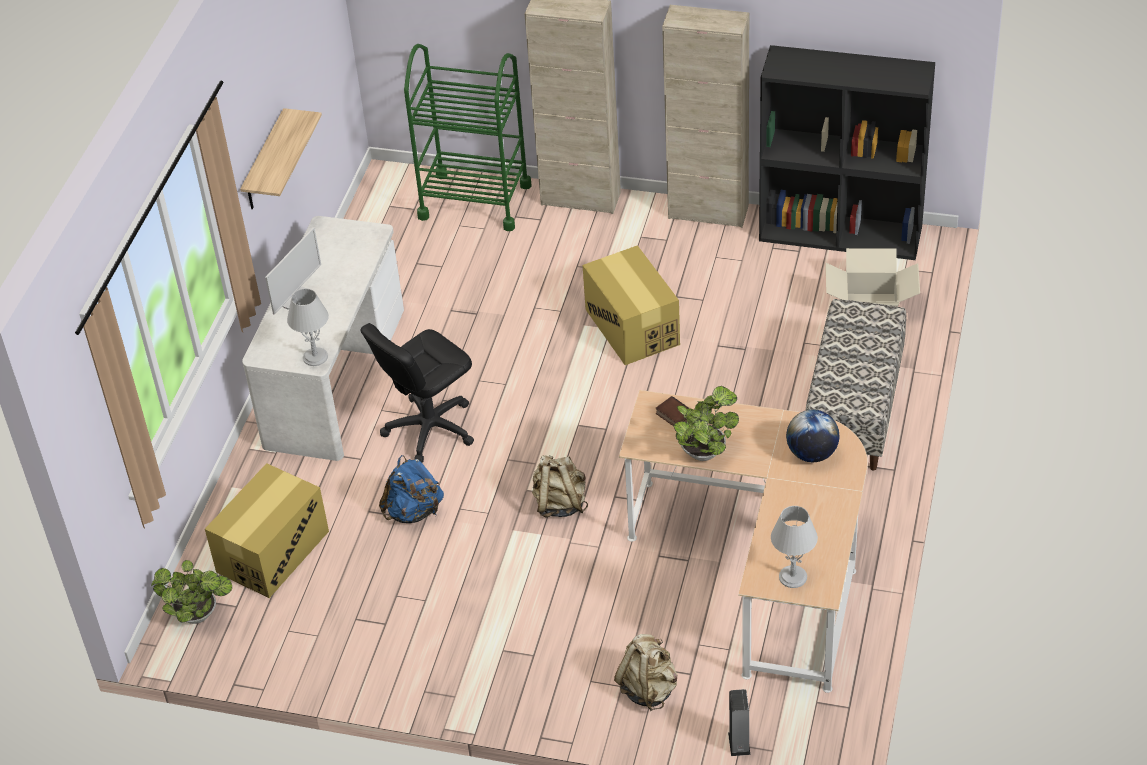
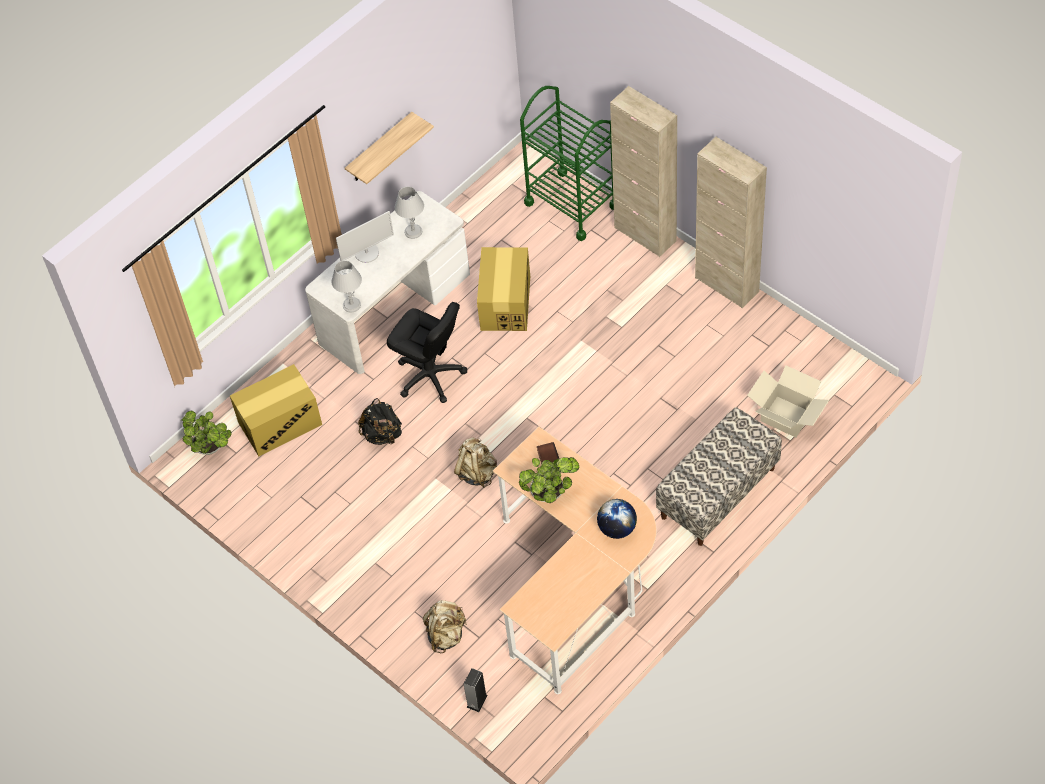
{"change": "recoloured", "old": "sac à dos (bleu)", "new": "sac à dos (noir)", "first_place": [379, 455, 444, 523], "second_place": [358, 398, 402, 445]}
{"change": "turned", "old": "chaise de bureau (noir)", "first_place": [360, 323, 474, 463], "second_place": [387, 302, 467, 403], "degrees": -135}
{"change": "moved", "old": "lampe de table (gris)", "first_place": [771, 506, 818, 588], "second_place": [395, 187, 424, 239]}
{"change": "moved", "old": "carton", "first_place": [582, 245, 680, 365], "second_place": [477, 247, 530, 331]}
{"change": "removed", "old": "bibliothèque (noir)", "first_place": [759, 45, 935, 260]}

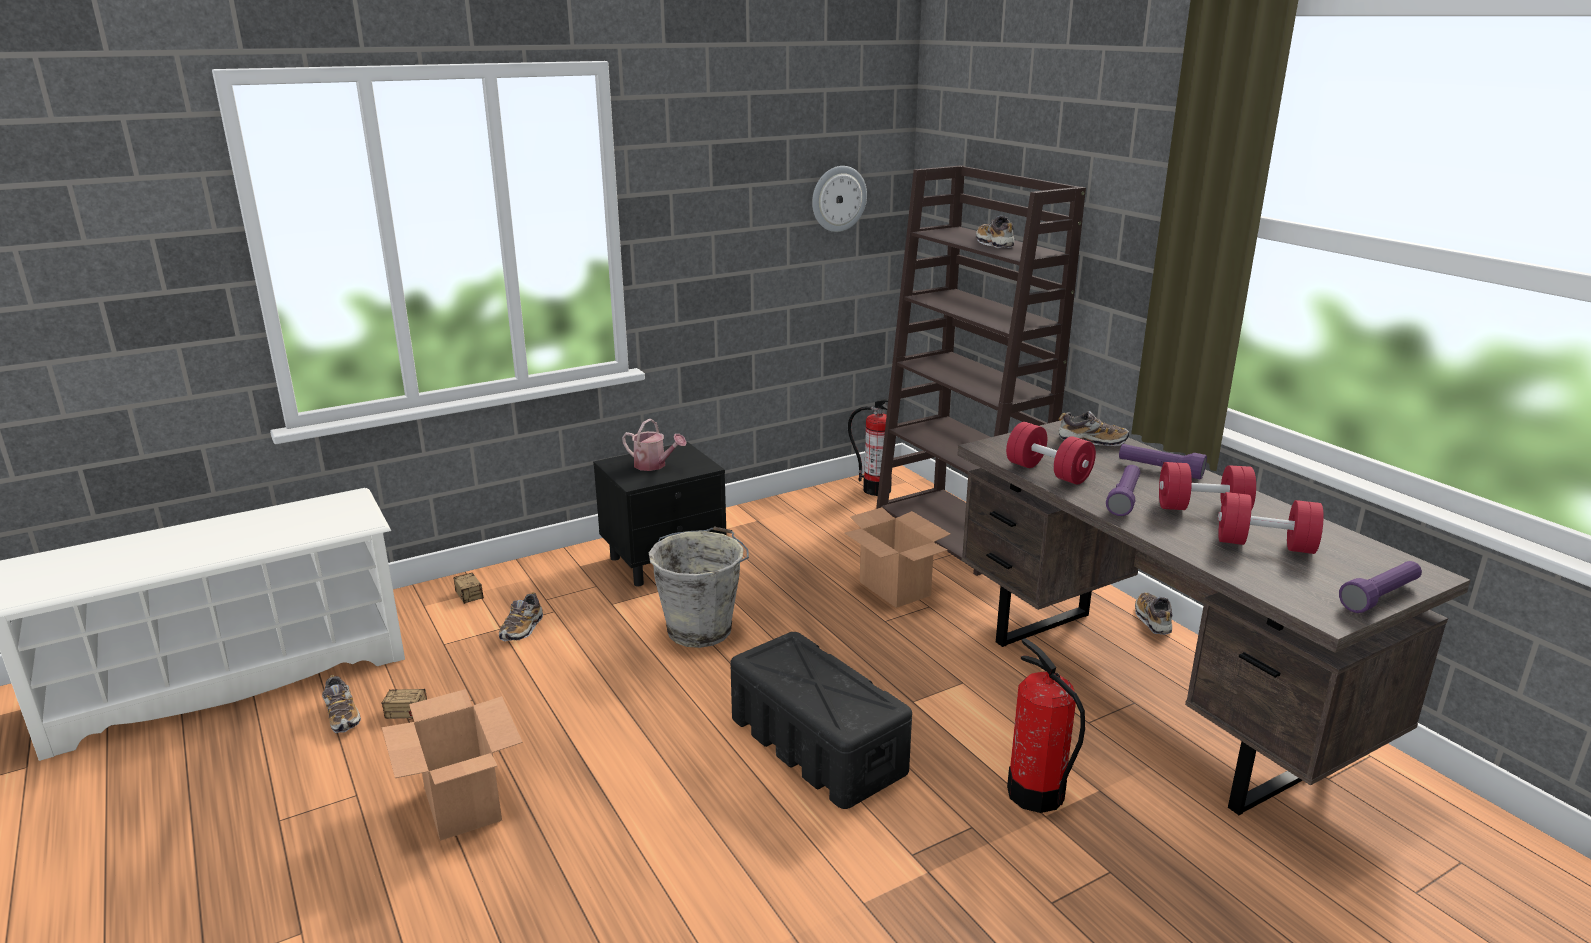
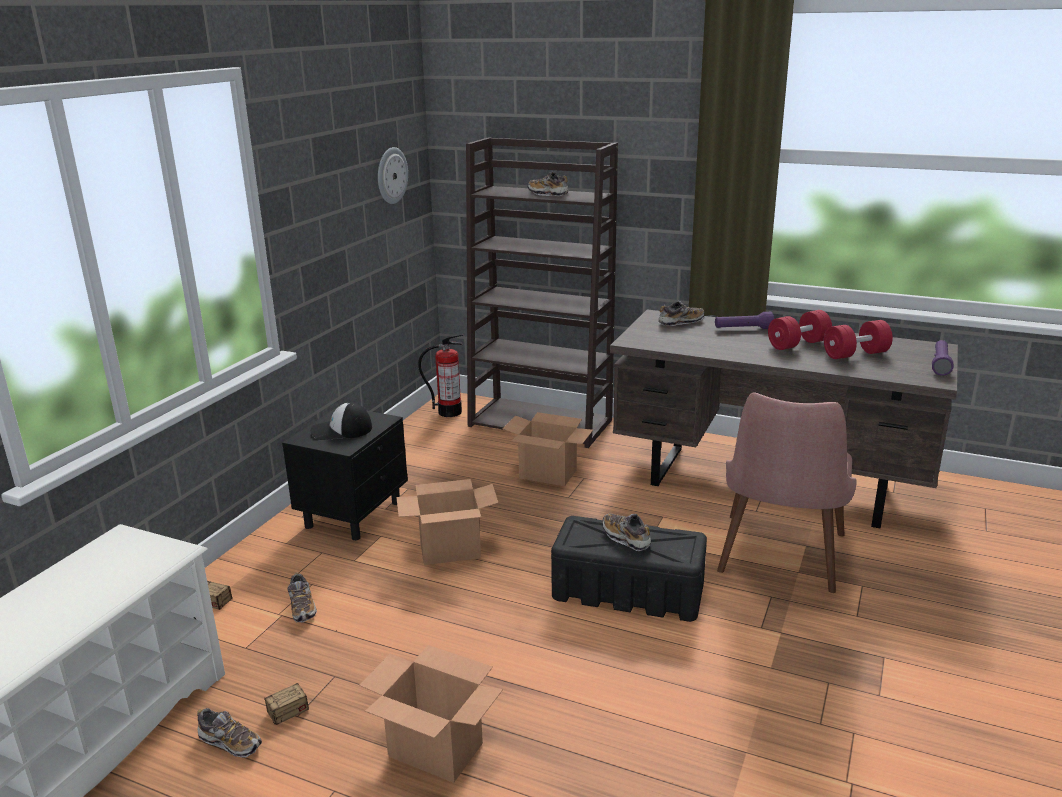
{"change": "replaced", "old": "arrosoir", "new": "casquette", "first_place": [622, 419, 687, 471], "second_place": [311, 402, 372, 440]}
{"change": "replaced", "old": "seau (gris)", "new": "carton", "first_place": [649, 526, 749, 648], "second_place": [396, 479, 498, 565]}
{"change": "moved", "old": "chaussure", "first_place": [1135, 592, 1172, 635], "second_place": [602, 513, 651, 551]}
{"change": "replaced", "old": "extincteur", "new": "chaise (rose)", "first_place": [1007, 638, 1085, 813], "second_place": [717, 393, 857, 593]}
{"change": "removed", "old": "haltère (rouge)", "first_place": [1006, 422, 1096, 484]}
{"change": "removed", "old": "lampe de poche (violet)", "first_place": [1106, 465, 1140, 516]}

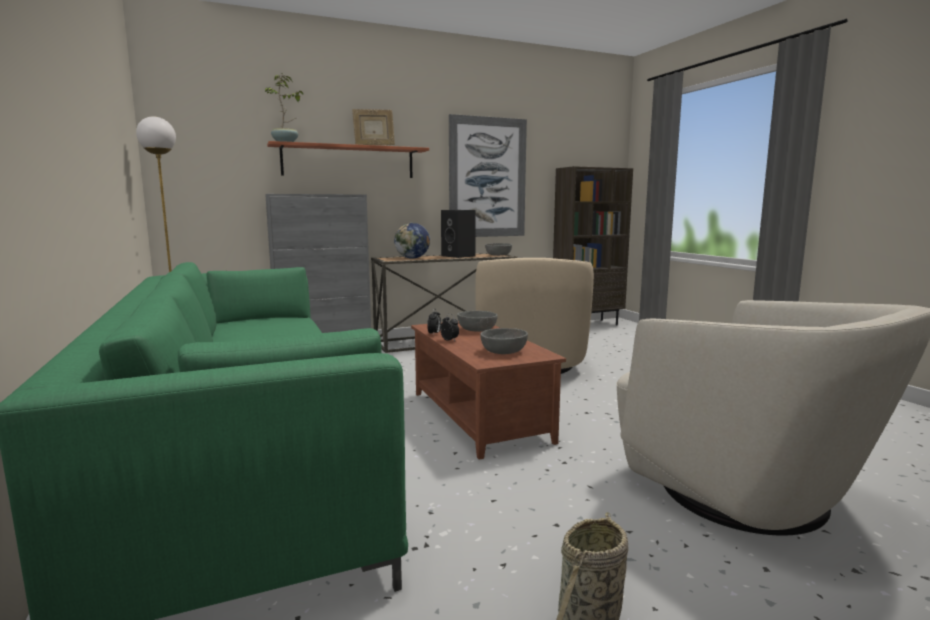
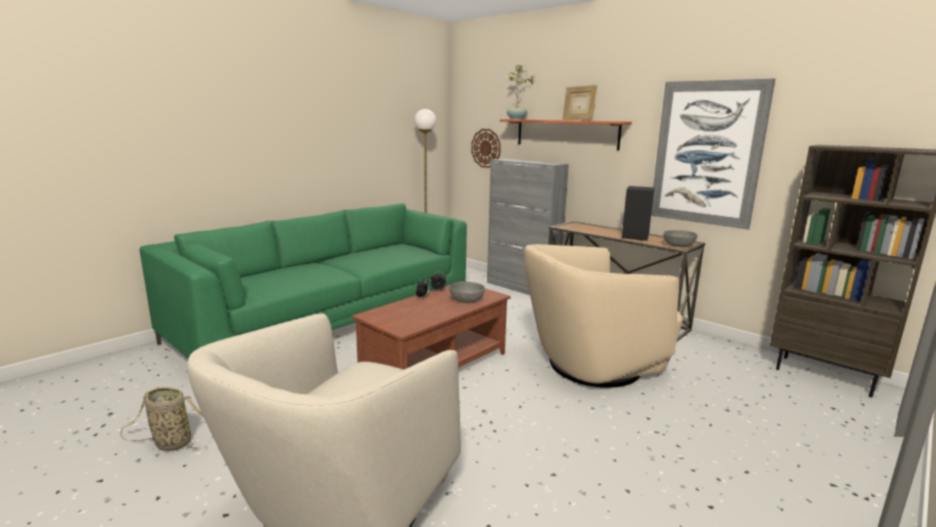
{"change": "added", "new": "horloge murale", "second_place": [471, 129, 501, 168]}
{"change": "removed", "old": "globe", "first_place": [394, 223, 430, 259]}
{"change": "removed", "old": "bol (gris)", "first_place": [480, 328, 528, 354]}

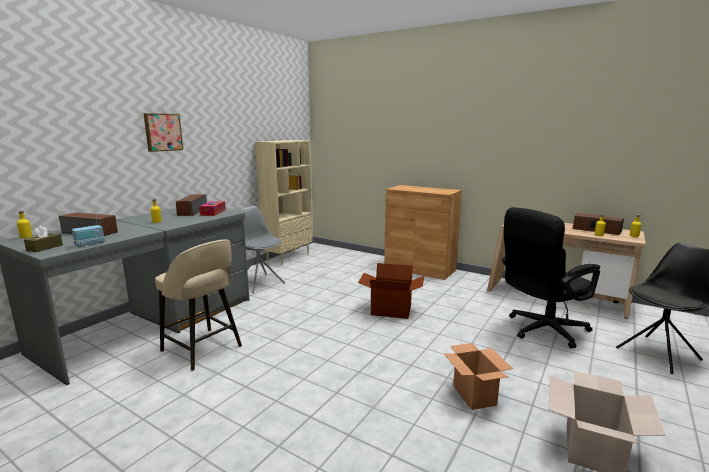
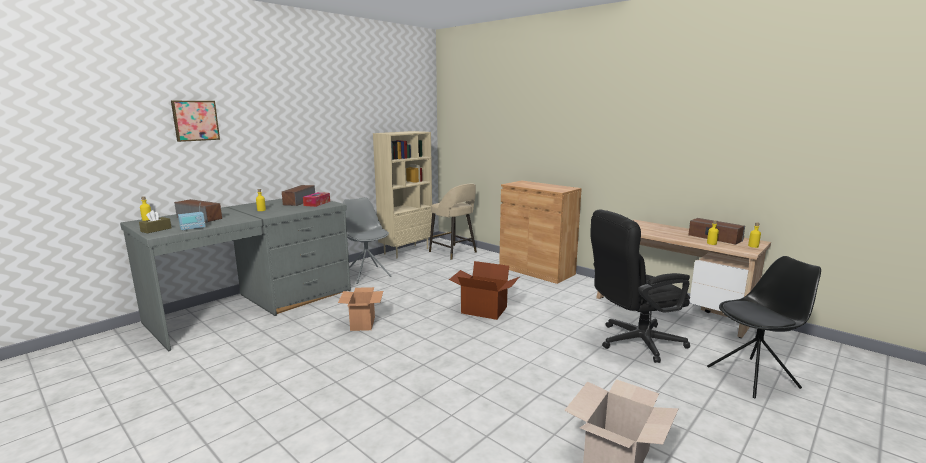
{"change": "moved", "old": "tableau", "first_place": [143, 113, 183, 152], "second_place": [171, 101, 220, 142]}
{"change": "moved", "old": "carton", "first_place": [444, 343, 513, 410], "second_place": [338, 287, 383, 331]}
{"change": "moved", "old": "tabouret (beige)", "first_place": [155, 240, 242, 371], "second_place": [429, 184, 477, 260]}

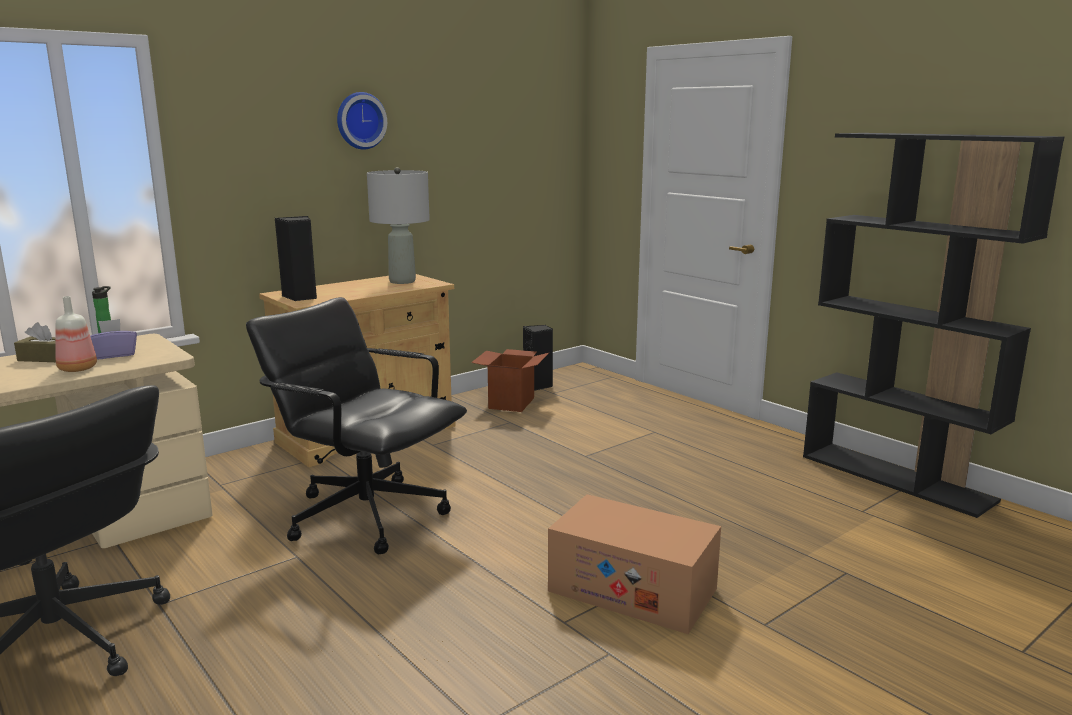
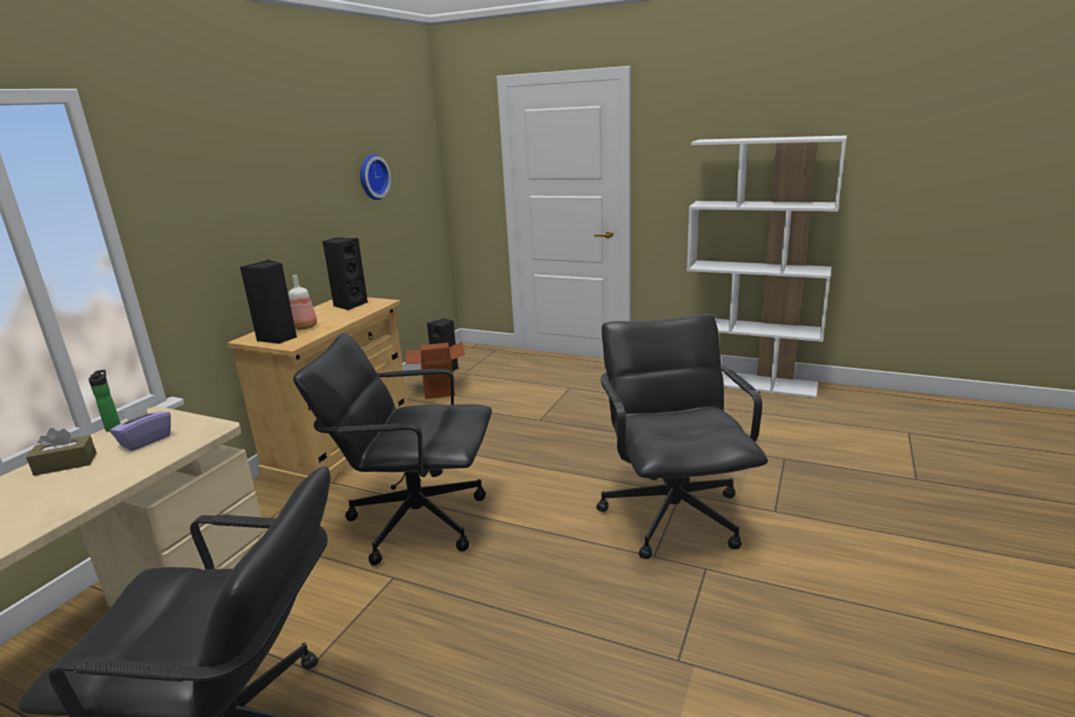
{"change": "moved", "old": "bouteille", "first_place": [55, 296, 97, 372], "second_place": [288, 275, 317, 330]}
{"change": "replaced", "old": "lampe de table (gris)", "new": "enceinte (noir)", "first_place": [367, 167, 430, 284], "second_place": [322, 238, 368, 310]}
{"change": "moved", "old": "horloge murale", "first_place": [337, 92, 387, 150], "second_place": [360, 154, 391, 200]}
{"change": "replaced", "old": "carton", "new": "chaise de bureau (noir)", "first_place": [548, 494, 721, 634], "second_place": [596, 314, 768, 559]}
{"change": "recoloured", "old": "bibliothèque (noir)", "new": "bibliothèque (blanc)", "first_place": [803, 133, 1064, 518], "second_place": [687, 135, 847, 398]}

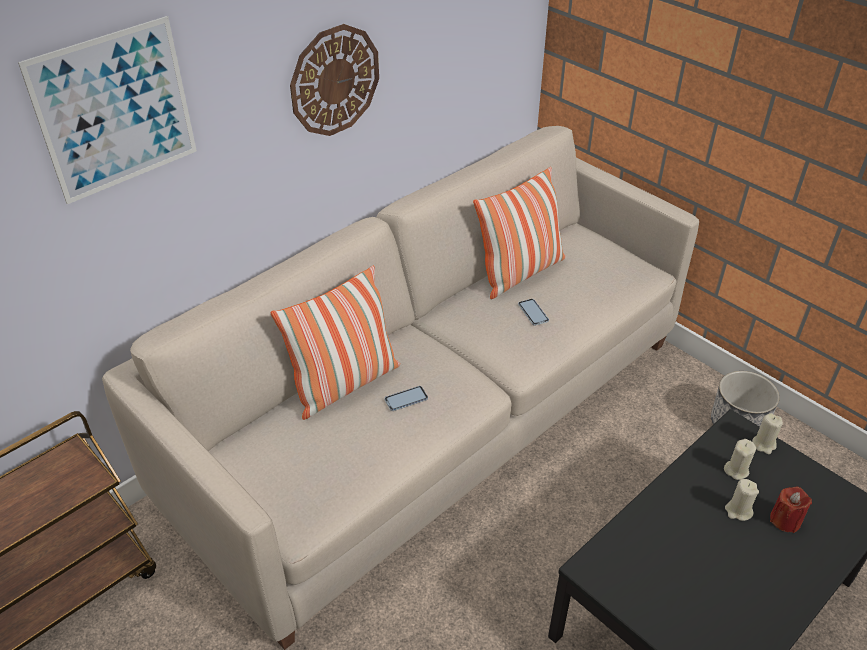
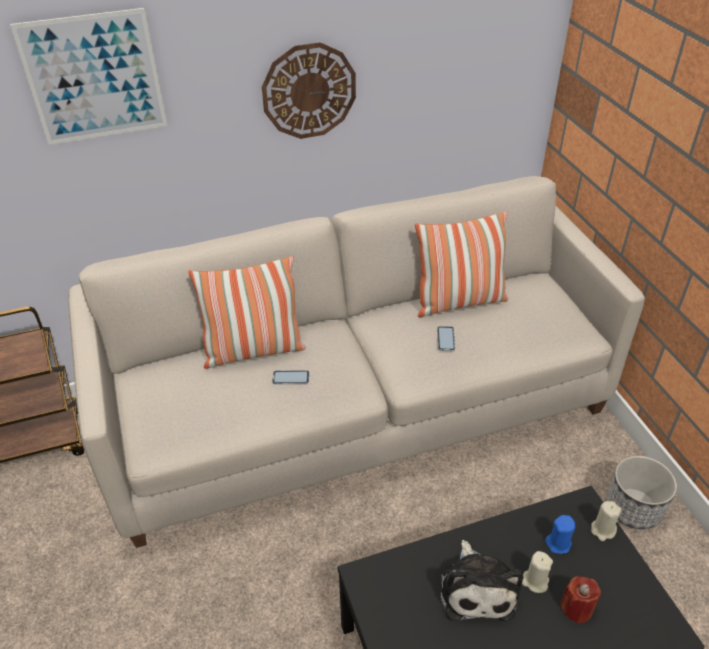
{"change": "added", "new": "peluche", "second_place": [441, 540, 523, 621]}
{"change": "recoloured", "old": "bougie (beige)", "new": "bougie (bleu)", "first_place": [724, 439, 756, 480], "second_place": [545, 515, 575, 554]}

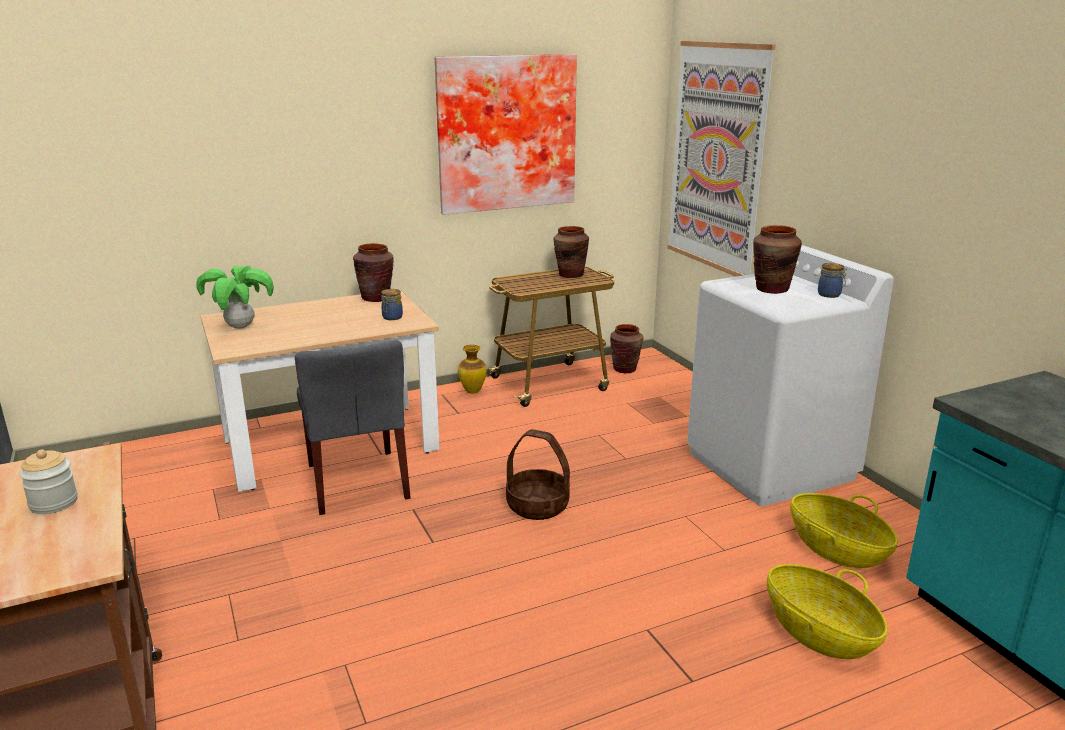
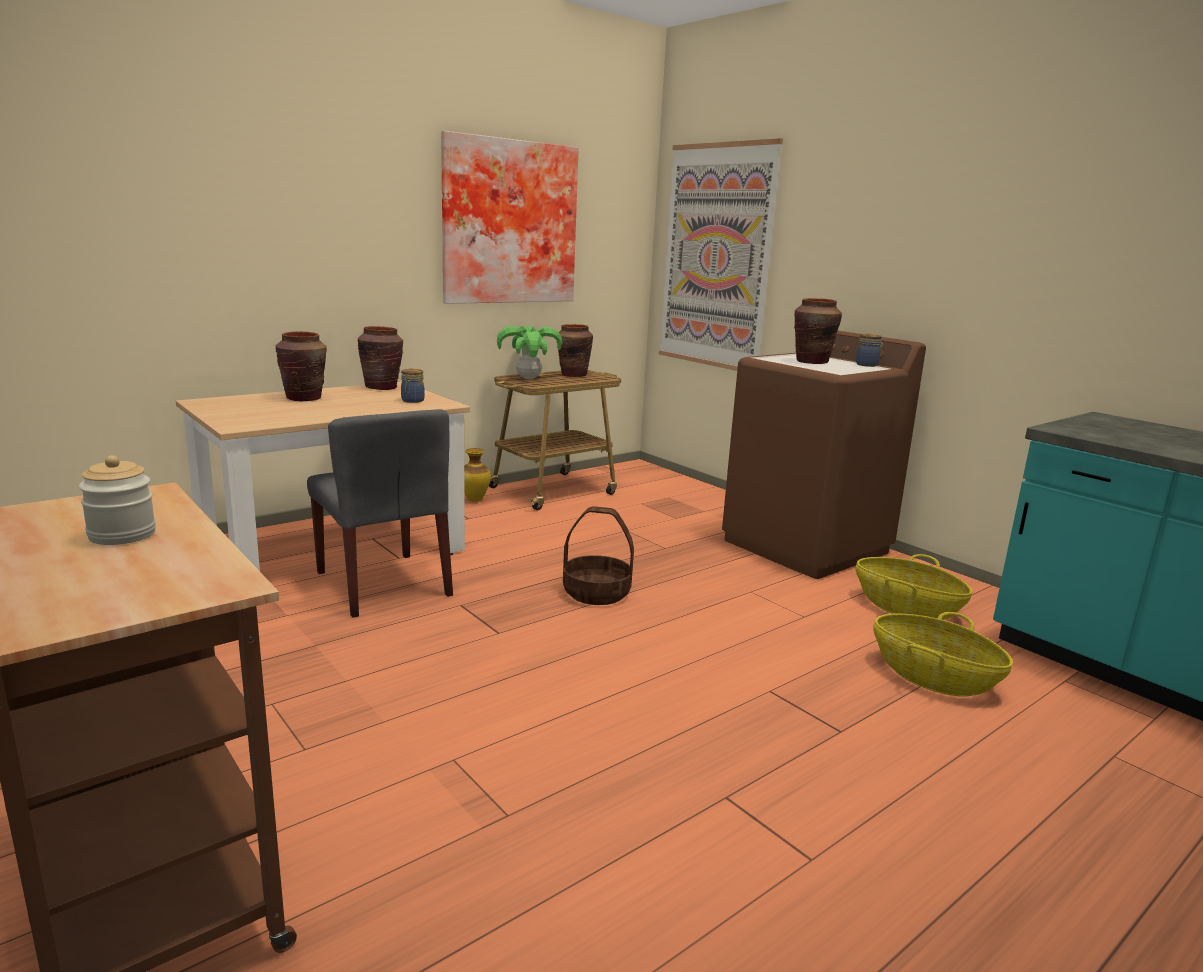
{"change": "moved", "old": "vase (marron)", "first_place": [610, 324, 643, 373], "second_place": [276, 331, 327, 401]}
{"change": "moved", "old": "plante en pot", "first_place": [196, 265, 274, 329], "second_place": [497, 326, 562, 379]}
{"change": "recoloured", "old": "lave-linge (blanc)", "new": "lave-linge (marron)", "first_place": [687, 245, 894, 506], "second_place": [722, 331, 926, 579]}

